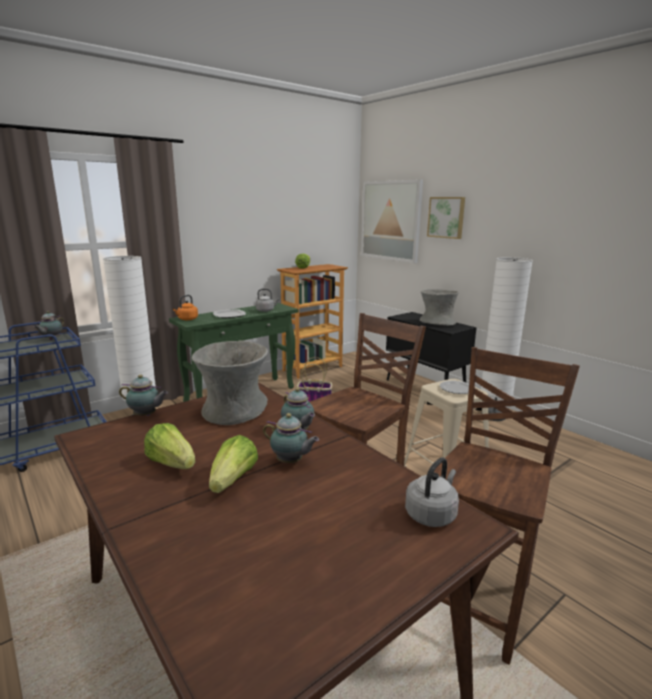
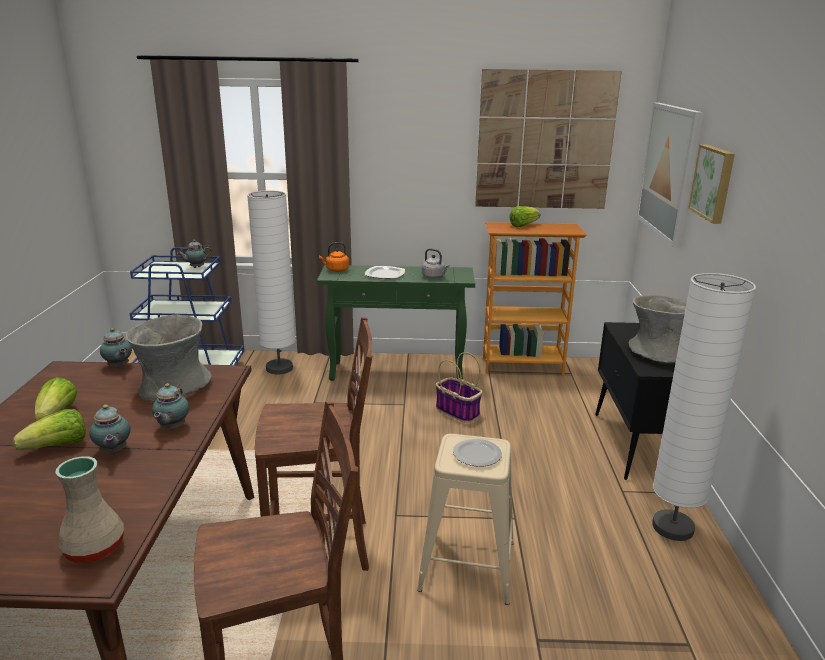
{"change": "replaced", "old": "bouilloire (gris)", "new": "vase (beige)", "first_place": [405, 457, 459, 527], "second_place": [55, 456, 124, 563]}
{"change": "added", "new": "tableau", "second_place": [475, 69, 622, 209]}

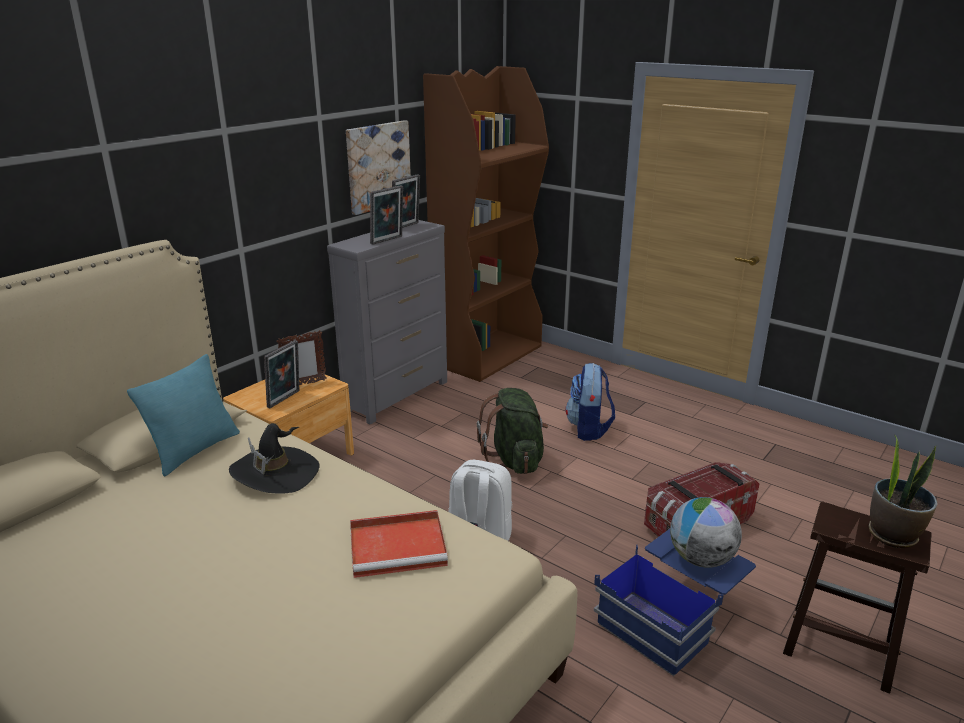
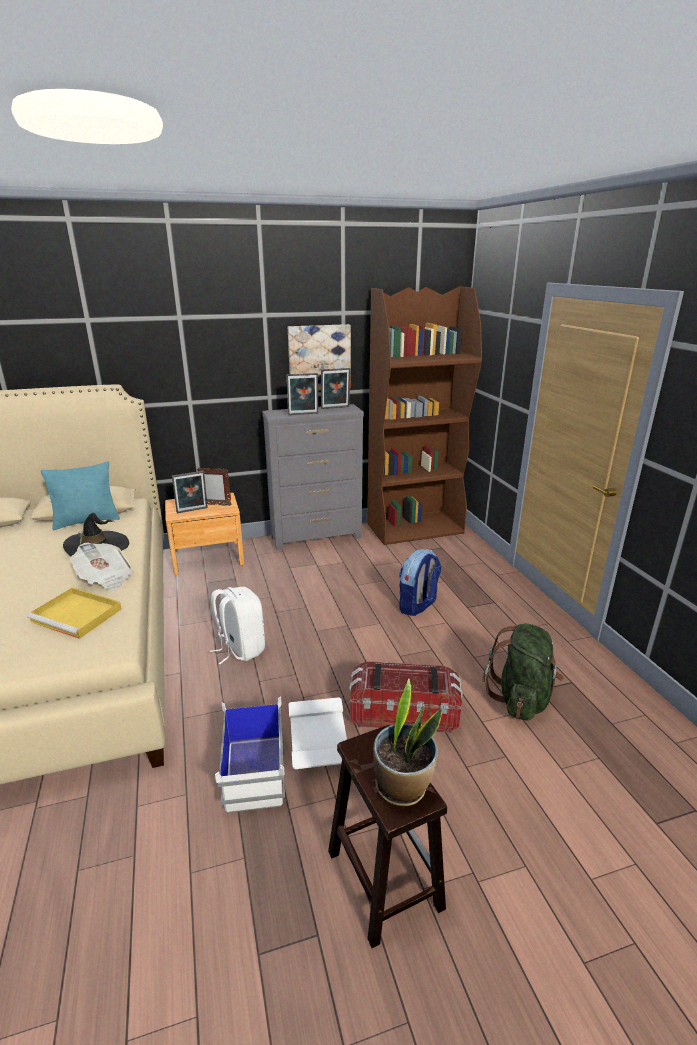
{"change": "recoloured", "old": "plateau (rouge)", "new": "plateau (jaune)", "first_place": [350, 510, 448, 578], "second_place": [27, 587, 122, 639]}
{"change": "added", "new": "journal", "second_place": [70, 543, 134, 591]}
{"change": "recoloured", "old": "boîte de rangement (bleu)", "new": "boîte de rangement (blanc)", "first_place": [594, 529, 756, 676], "second_place": [215, 696, 347, 813]}
{"change": "moved", "old": "sac à dos (vert)", "first_place": [477, 388, 548, 474], "second_place": [483, 624, 564, 721]}
{"change": "removed", "old": "globe", "first_place": [670, 497, 742, 568]}

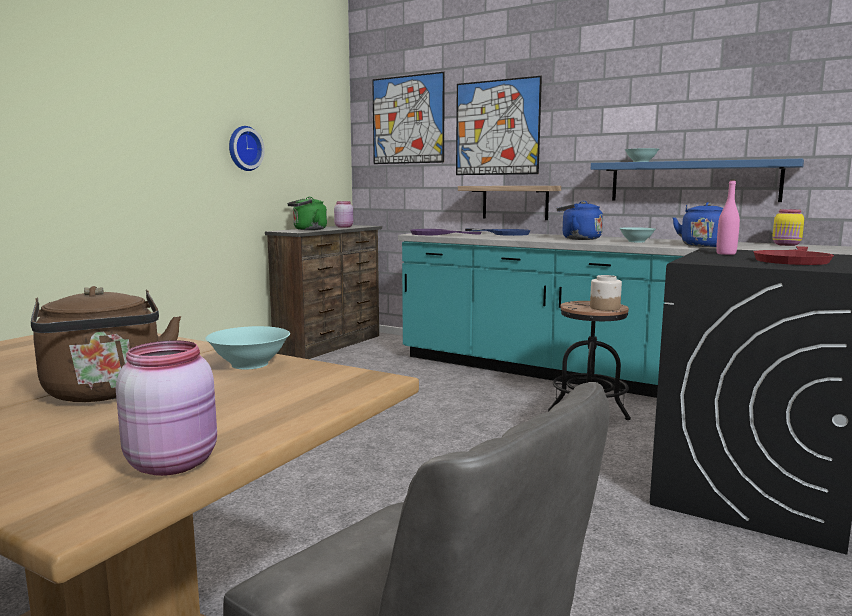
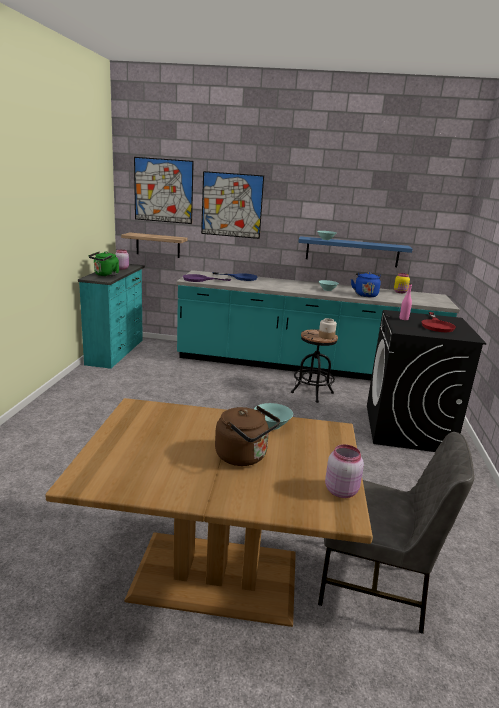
{"change": "recoloured", "old": "commode (marron)", "new": "commode (turquoise)", "first_place": [265, 225, 382, 359], "second_place": [78, 264, 145, 369]}
{"change": "moved", "old": "étagère", "first_place": [458, 186, 561, 220], "second_place": [121, 232, 187, 258]}
{"change": "removed", "old": "horloge murale", "first_place": [229, 126, 265, 171]}
{"change": "removed", "old": "bouilloire (bleu)", "first_place": [557, 201, 603, 240]}

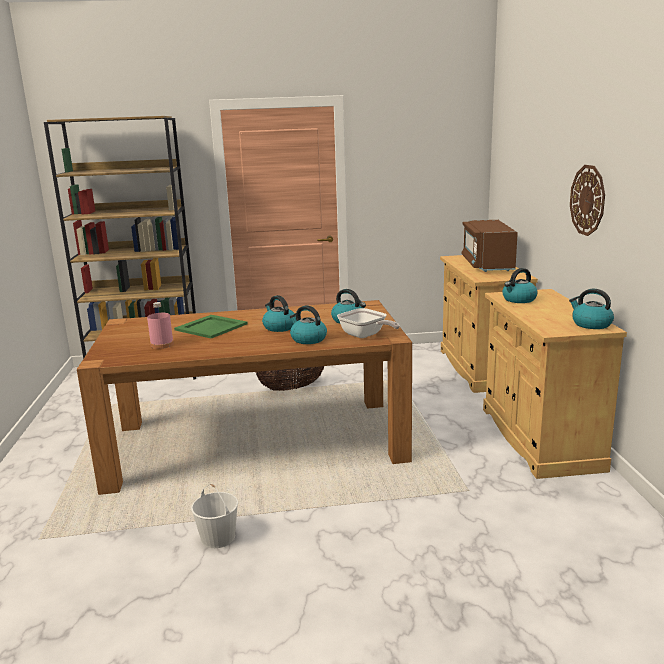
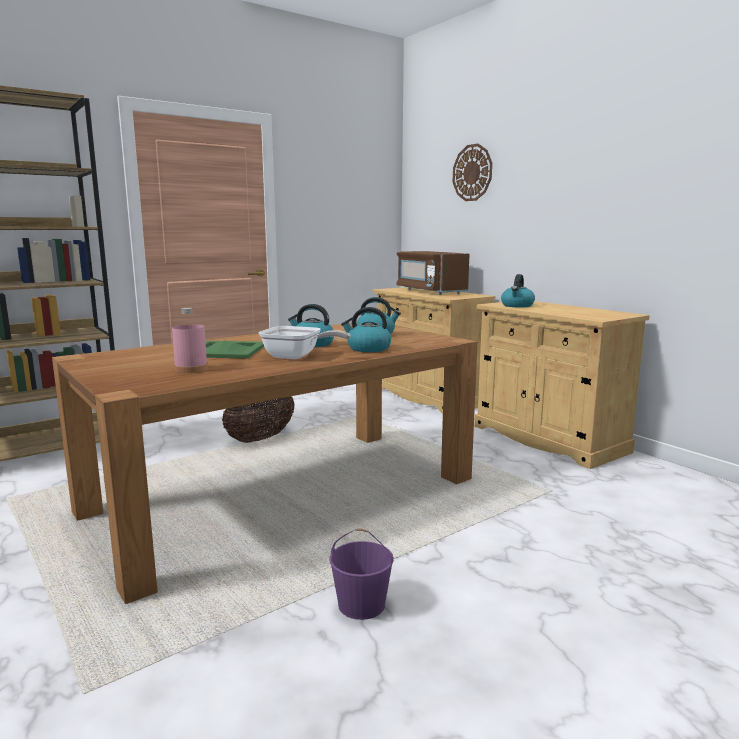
{"change": "moved", "old": "poêle", "first_place": [337, 308, 400, 338], "second_place": [258, 326, 351, 359]}
{"change": "recoloured", "old": "seau (blanc)", "new": "seau (violet)", "first_place": [191, 484, 238, 548], "second_place": [329, 528, 394, 620]}
{"change": "moved", "old": "horloge murale", "first_place": [570, 165, 605, 236], "second_place": [453, 143, 492, 201]}
{"change": "removed", "old": "bouilloire", "first_place": [569, 289, 614, 329]}

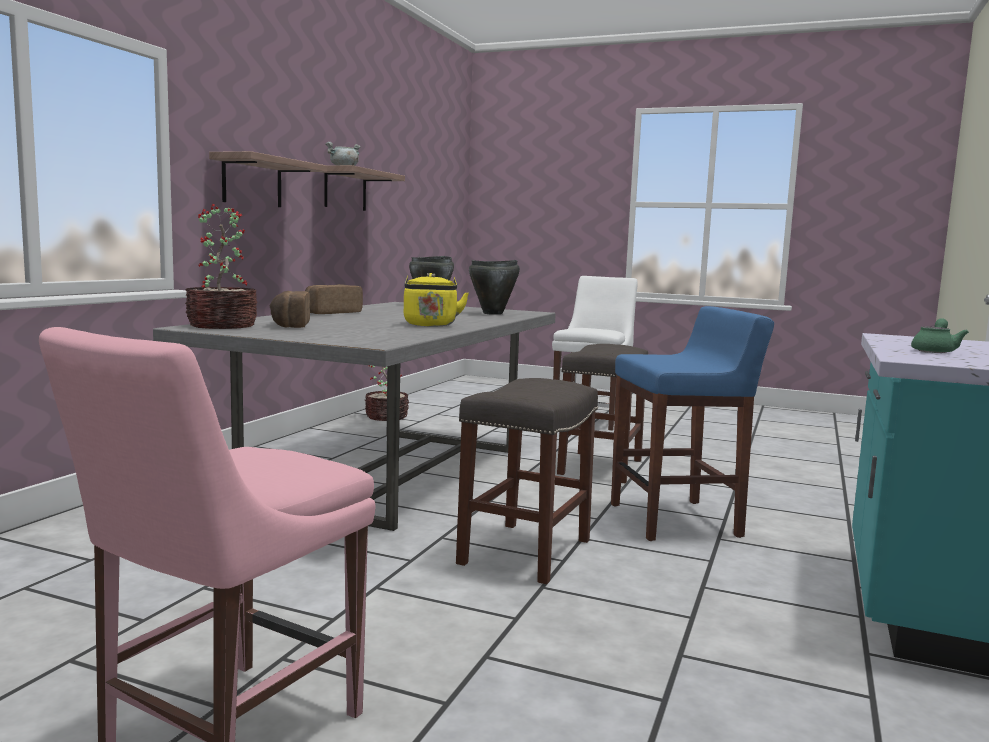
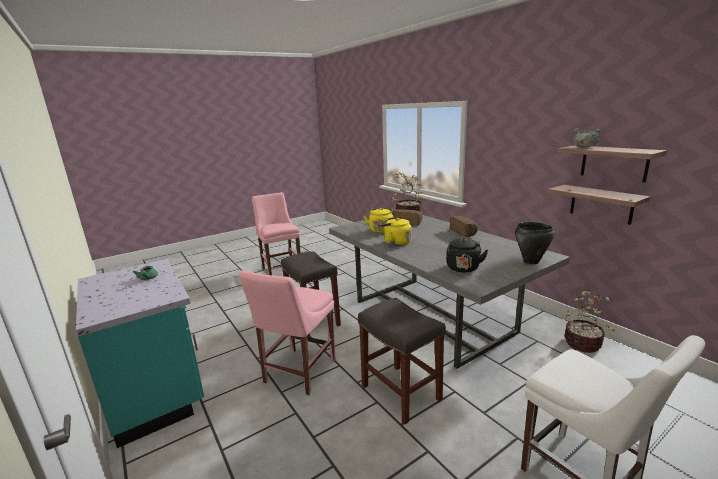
{"change": "replaced", "old": "tabouret (bleu)", "new": "chaise (rose)", "first_place": [611, 306, 774, 541], "second_place": [239, 270, 336, 395]}
{"change": "added", "new": "bouilloire (jaune)", "second_place": [364, 208, 394, 233]}
{"change": "replaced", "old": "marmite (noir)", "new": "bouilloire (noir)", "first_place": [469, 260, 520, 315], "second_place": [447, 238, 488, 272]}
{"change": "moved", "old": "étagère", "first_place": [209, 151, 327, 207], "second_place": [547, 185, 650, 225]}

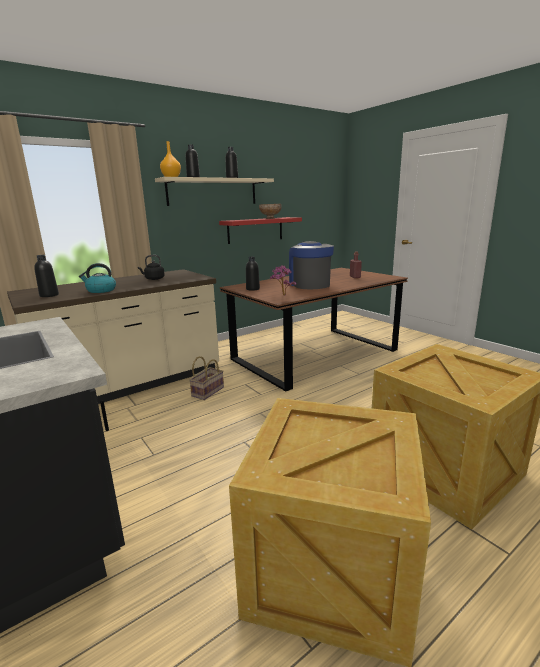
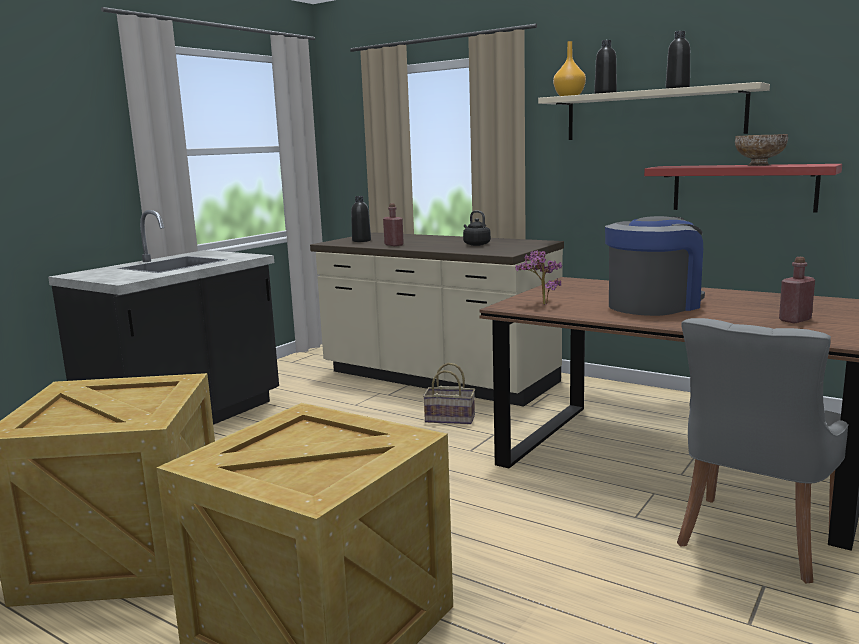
{"change": "replaced", "old": "bouilloire", "new": "bouteille (rouge)", "first_place": [79, 263, 116, 293], "second_place": [383, 203, 404, 246]}
{"change": "added", "new": "chaise (gris)", "second_place": [677, 318, 849, 583]}
{"change": "removed", "old": "bouteille (noir)", "first_place": [246, 257, 260, 291]}

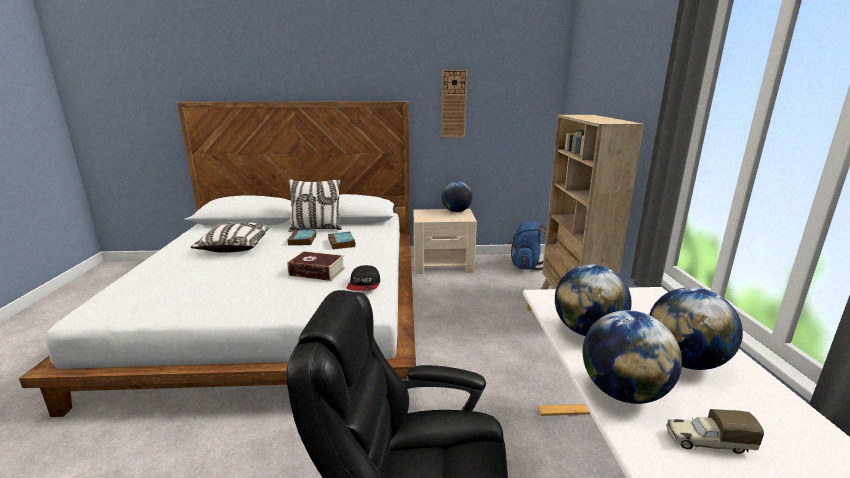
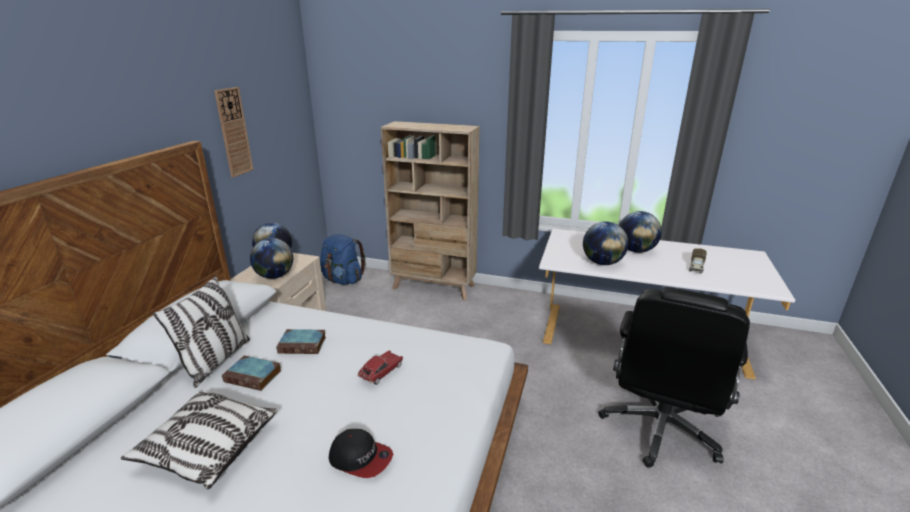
{"change": "moved", "old": "globe", "first_place": [583, 310, 682, 404], "second_place": [250, 238, 293, 279]}
{"change": "moved", "old": "casquette", "first_place": [347, 265, 380, 291], "second_place": [329, 429, 393, 478]}
{"change": "replaced", "old": "livre", "new": "petite voiture", "first_place": [287, 251, 345, 281], "second_place": [357, 350, 403, 385]}

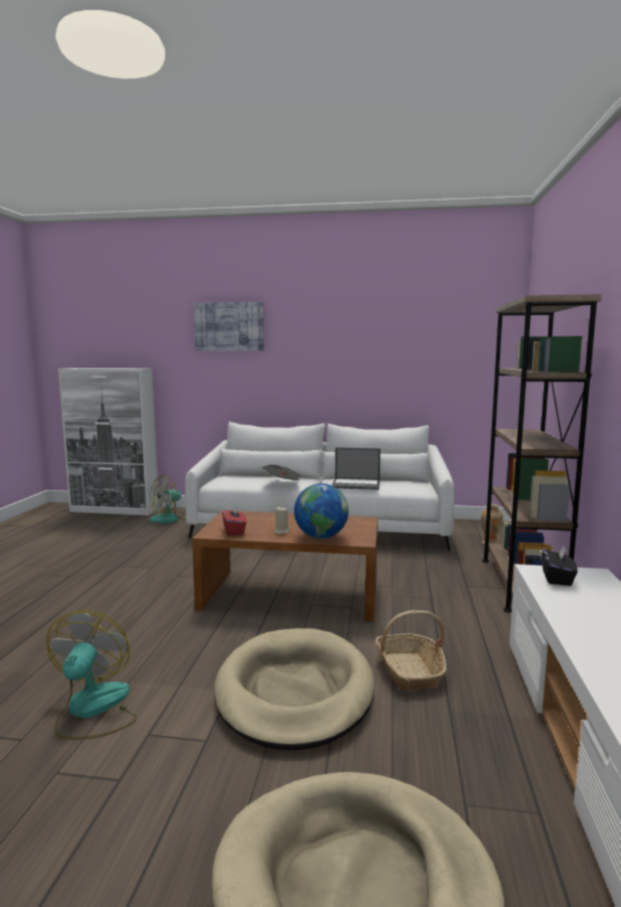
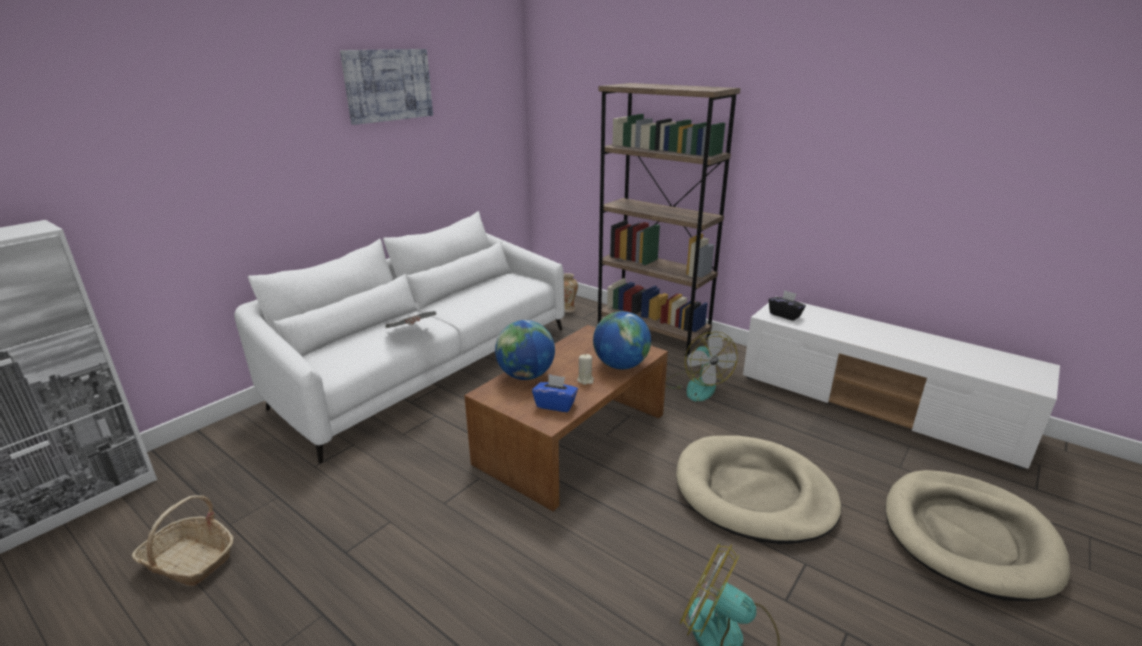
{"change": "moved", "old": "panier", "first_place": [375, 610, 447, 690], "second_place": [132, 495, 233, 586]}
{"change": "moved", "old": "tableau", "first_place": [194, 302, 264, 351], "second_place": [340, 49, 433, 125]}
{"change": "added", "new": "globe", "second_place": [495, 320, 555, 380]}
{"change": "recoloured", "old": "boîte à mouchoirs (rouge)", "new": "boîte à mouchoirs (bleu)", "first_place": [222, 506, 247, 536], "second_place": [532, 374, 578, 412]}
{"change": "moved", "old": "ventilateur", "first_place": [149, 475, 186, 523], "second_place": [665, 331, 737, 401]}
{"change": "removed", "old": "ordinateur portable", "first_place": [332, 448, 380, 490]}

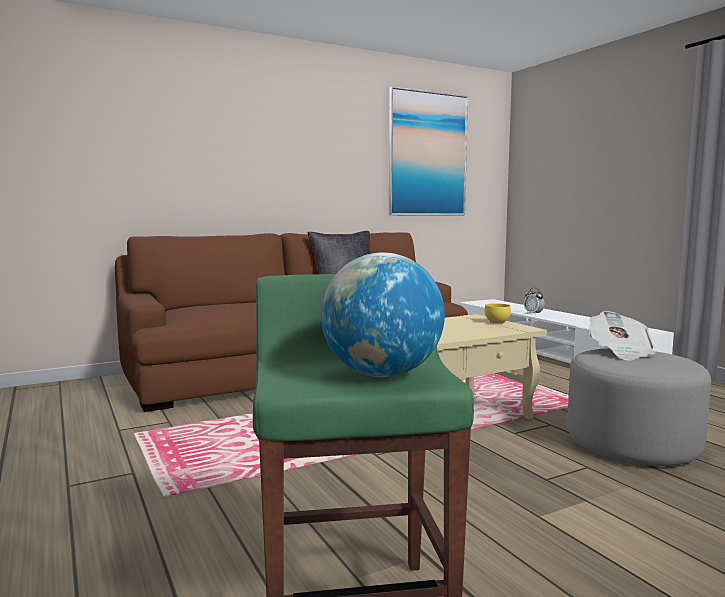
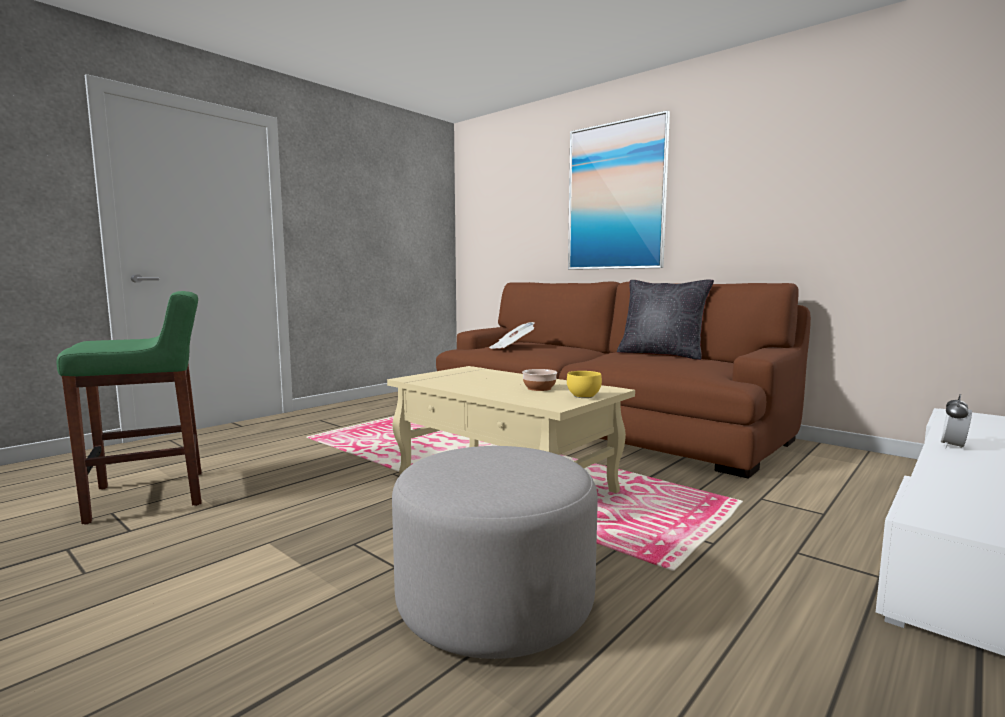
{"change": "moved", "old": "journal", "first_place": [589, 311, 655, 360], "second_place": [489, 322, 535, 349]}
{"change": "added", "new": "bol", "second_place": [522, 369, 557, 391]}
{"change": "moved", "old": "tableau", "first_place": [389, 86, 468, 215], "second_place": [568, 110, 670, 270]}
{"change": "removed", "old": "globe", "first_place": [321, 252, 445, 377]}

